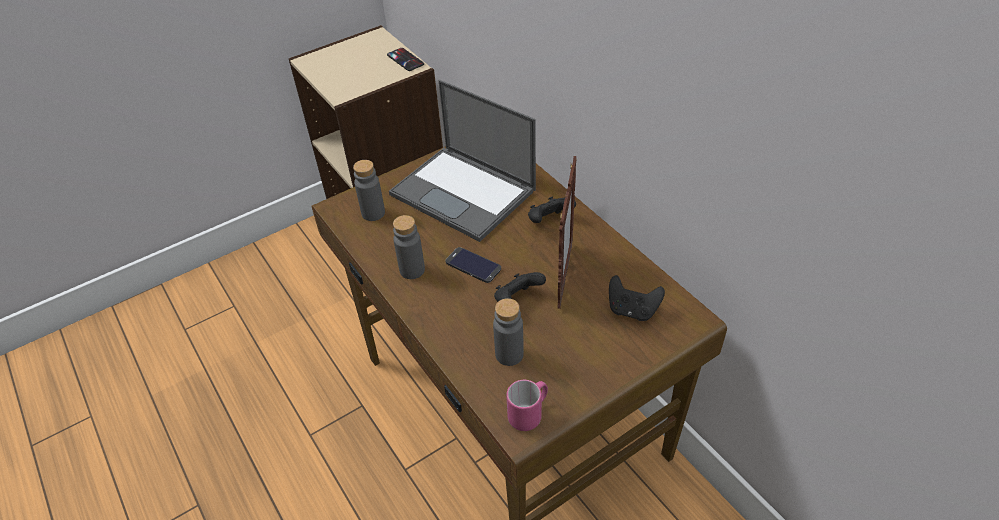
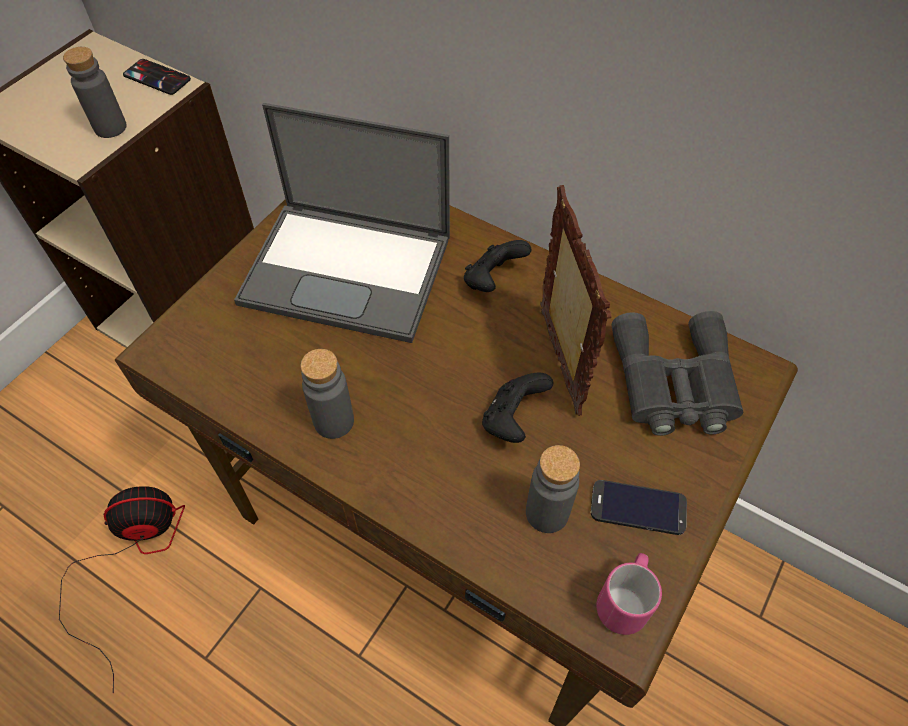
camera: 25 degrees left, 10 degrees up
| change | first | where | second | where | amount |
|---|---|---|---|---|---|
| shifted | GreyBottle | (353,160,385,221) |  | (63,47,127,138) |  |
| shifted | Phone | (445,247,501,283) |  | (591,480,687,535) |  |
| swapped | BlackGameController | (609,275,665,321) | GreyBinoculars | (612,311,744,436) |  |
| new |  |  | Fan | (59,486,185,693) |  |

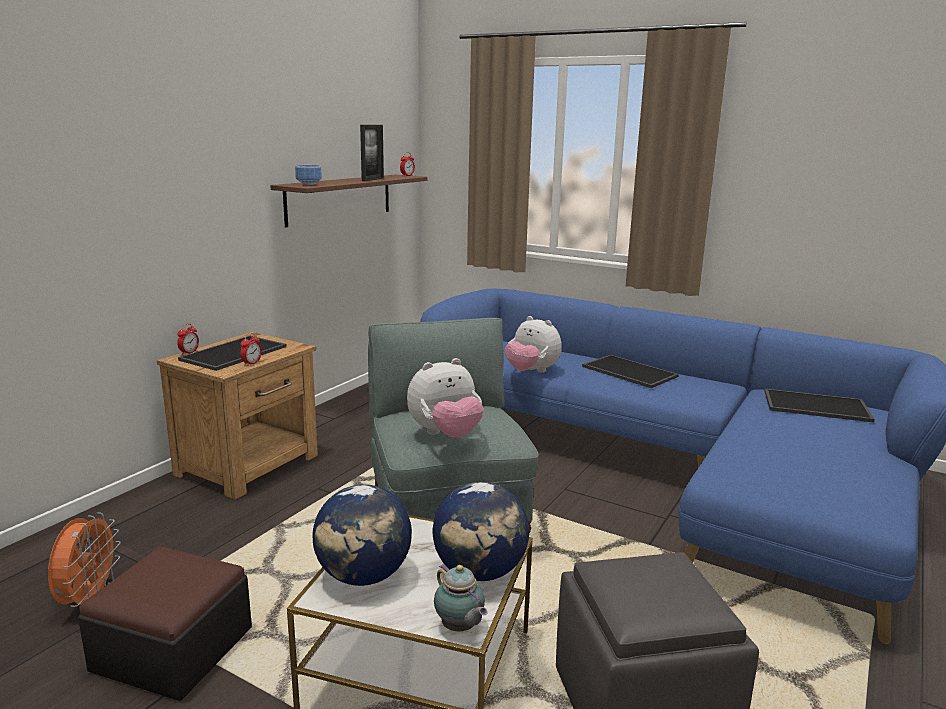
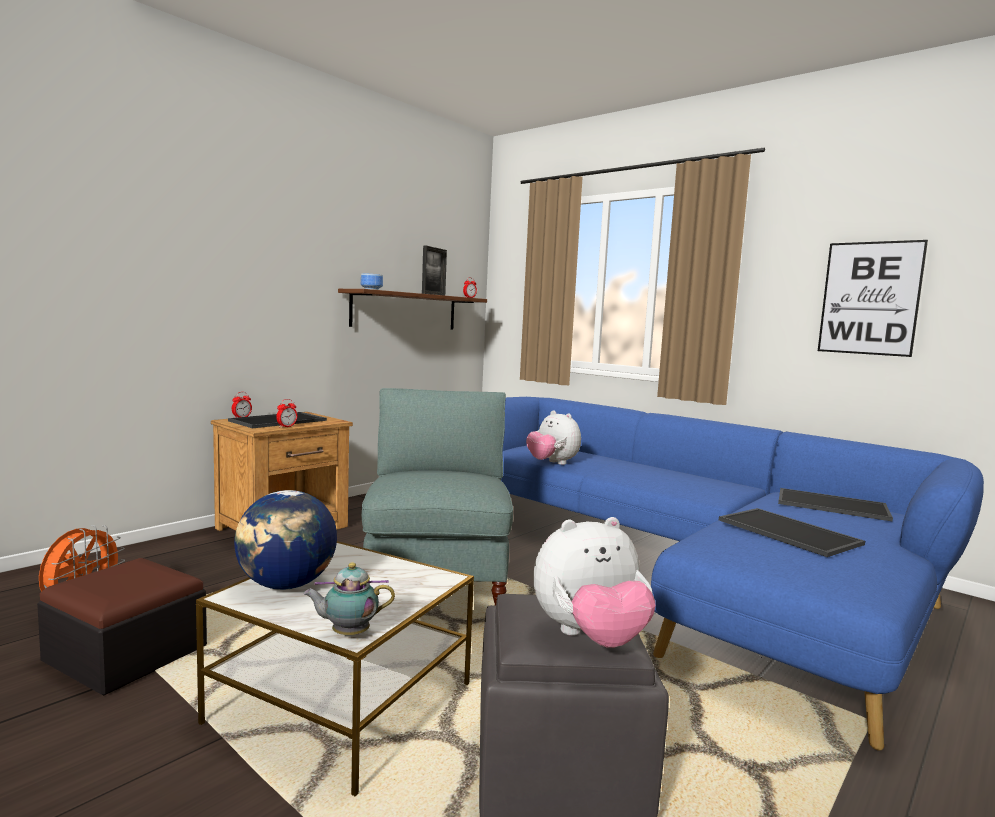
camera: 10 degrees right, 10 degrees down
| change | first | where | second | where | amount |
|---|---|---|---|---|---|
| shifted | PlushToy | (407,358,483,438) |  | (533,517,656,648) |  |
| gone | Globe | (432,482,529,581) |  |  |  |
| rotated | Teapot | (434,565,488,631) |  | (303,562,395,635) | 105 degrees clockwise |
| shifted | Tray | (582,355,679,388) |  | (719,508,865,557) |  |
| new |  |  | Picture | (818,240,928,357) |  |

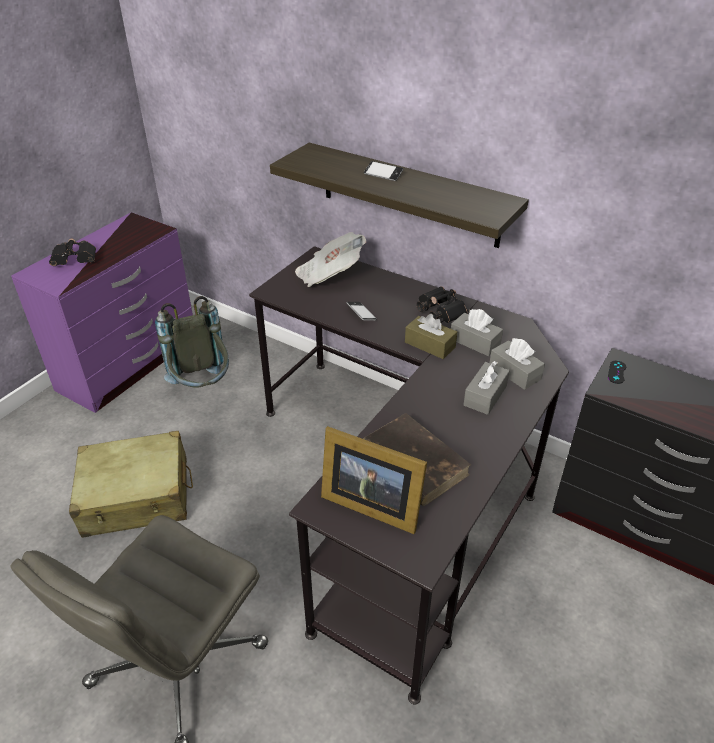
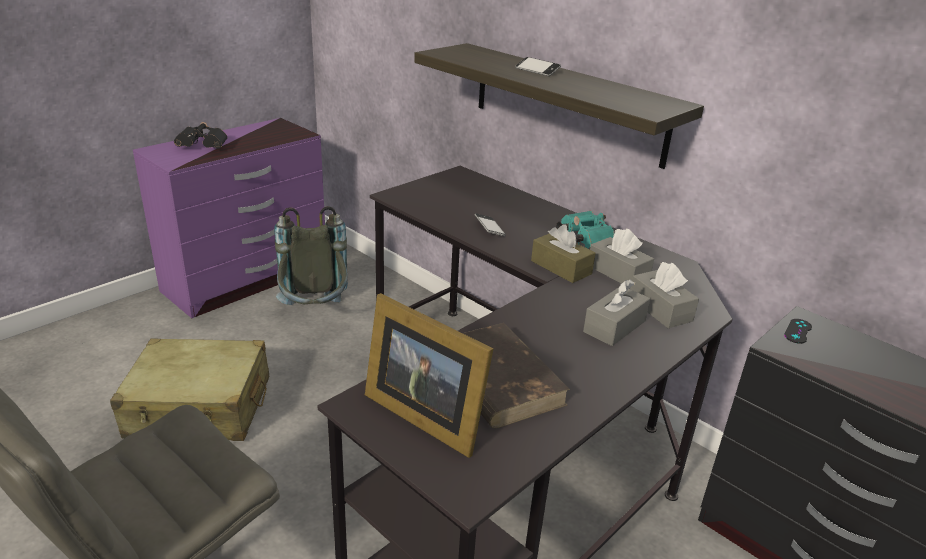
camera: 10 degrees right, 10 degrees down
| change | first | where | second | where | amount |
|---|---|---|---|---|---|
| gone | Newspaper | (295,232,366,287) |  |  |  |
| repainted | BlackBinoculars | (416,286,468,323) | TurquoiseBinoculars | (556,211,614,249) |  |

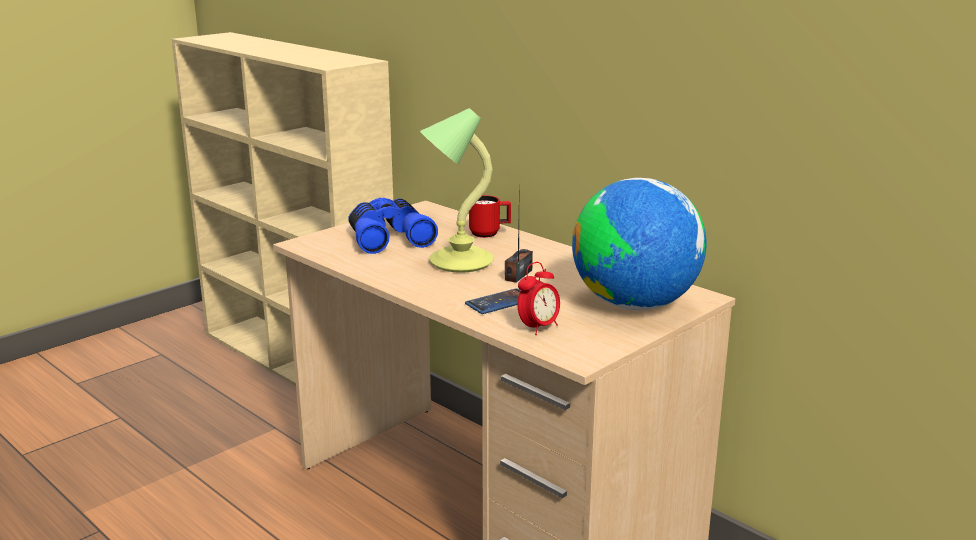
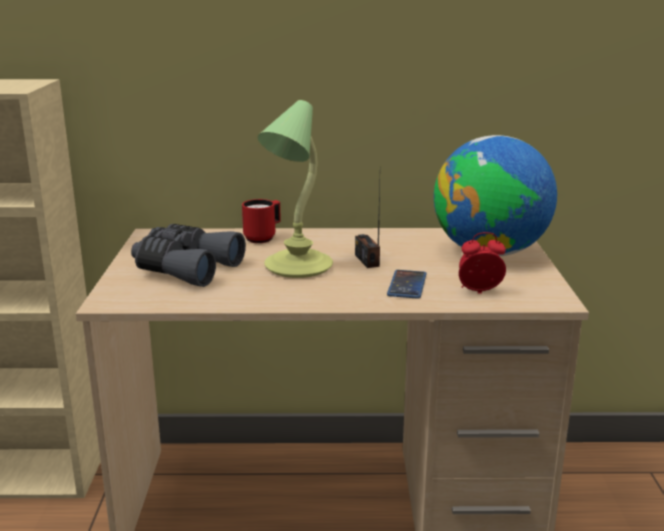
camera: 45 degrees left, 0 degrees up
| change | first | where | second | where | amount |
|---|---|---|---|---|---|
| repainted | BlueBinoculars | (348,198,438,254) | GreyBinoculars | (131,224,246,287) |  |
| rotated | AlarmClock | (518,262,560,335) |  | (459,232,506,294) | 90 degrees counterclockwise |

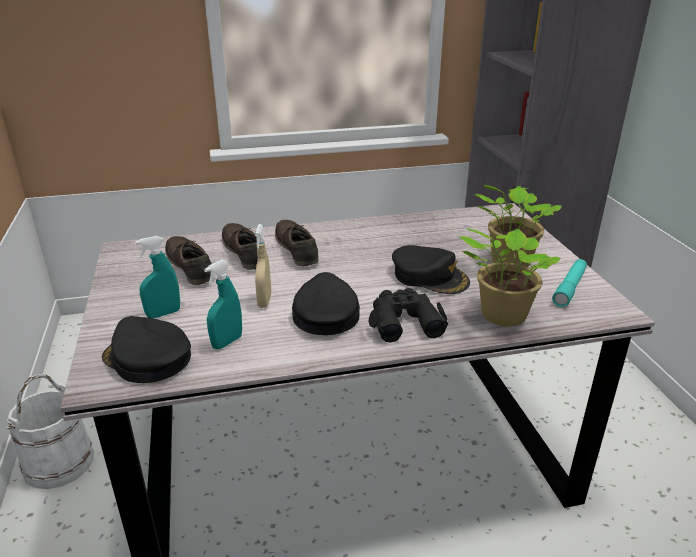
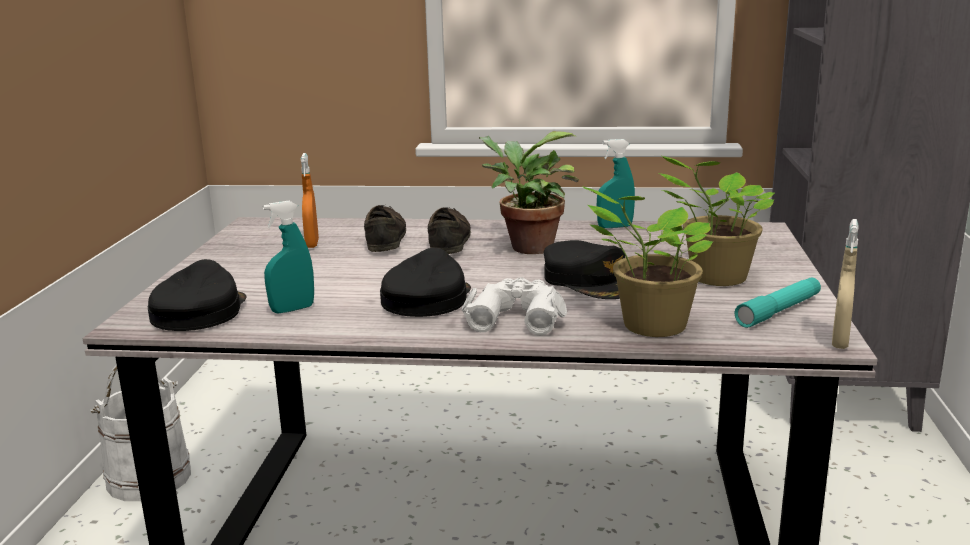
camera: 20 degrees right, 10 degrees down
| change | first | where | second | where | amount |
|---|---|---|---|---|---|
| rotated | BlackCap | (102,316,191,383) |  | (148,259,247,331) | 45 degrees clockwise |
| shifted | TurquoiseSprayBottle | (135,236,180,318) |  | (597,139,635,228) |  |
| swapped | BrownShoe | (165,236,212,285) | OrangeSprayBottle | (301,153,319,248) |  |
| shifted | BeigeSprayBottle | (255,224,271,308) |  | (832,219,858,349) |  |
| repainted | BlackBinoculars | (369,288,448,342) | WhiteBinoculars | (461,277,567,336) |  |
| new |  |  | PottedPlant | (479,131,579,254) |  |

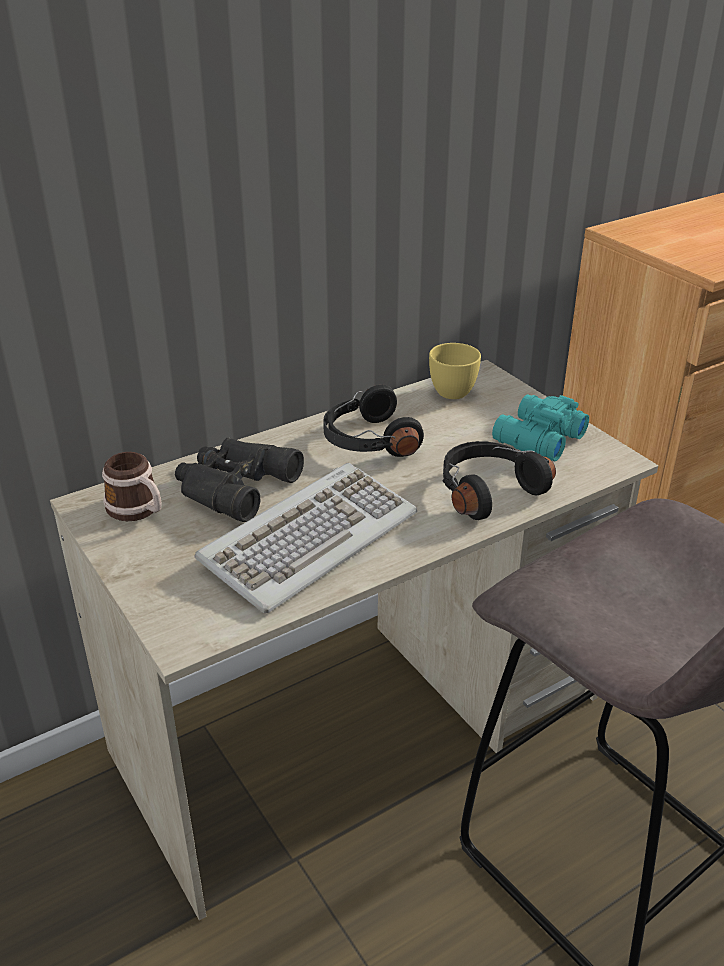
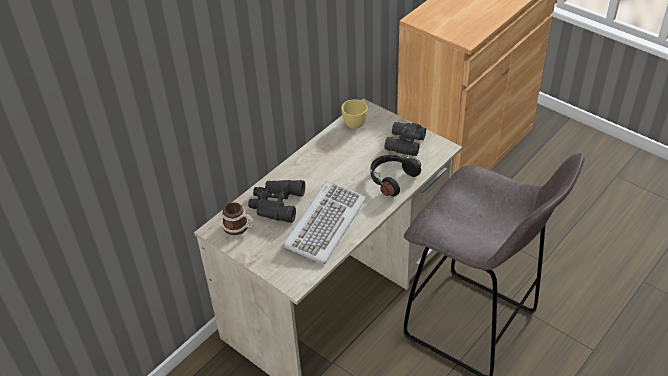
camera: 15 degrees left, 10 degrees up
| change | first | where | second | where | amount |
|---|---|---|---|---|---|
| gone | BlackHeadphones | (323,385,424,457) |  |  |  |
| repainted | TurquoiseBinoculars | (492,394,589,461) | BlackBinoculars | (385,122,426,156) |  |

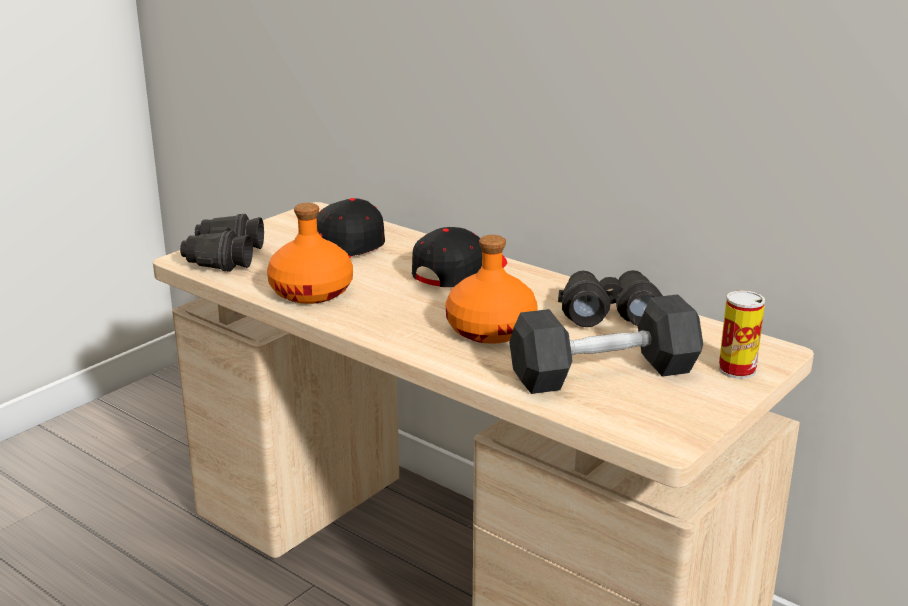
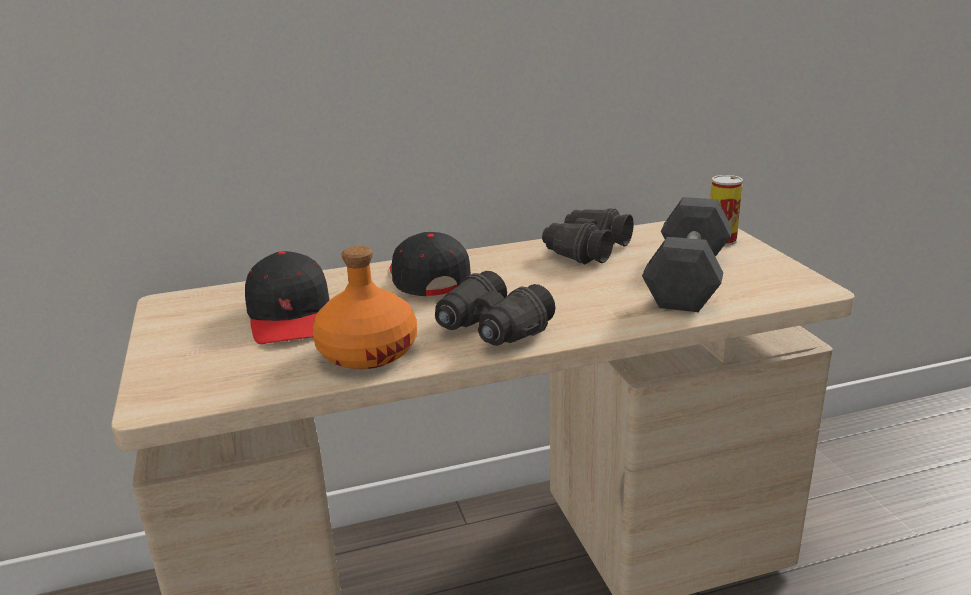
camera: 55 degrees left, 0 degrees up
| change | first | where | second | where | amount |
|---|---|---|---|---|---|
| shifted | BlackBinoculars | (180,214,264,272) |  | (435,271,555,346) |  |
| gone | OrangeBottle | (446,235,538,344) |  |  |  |

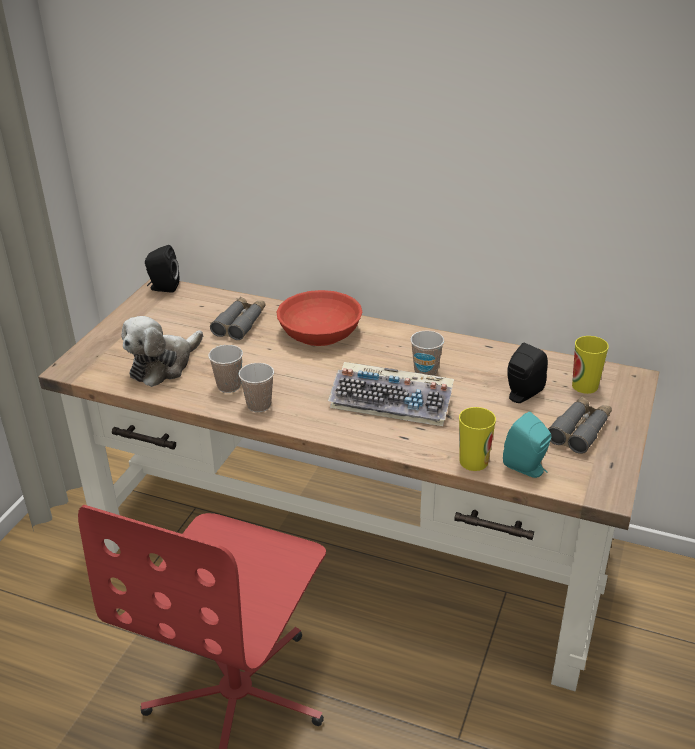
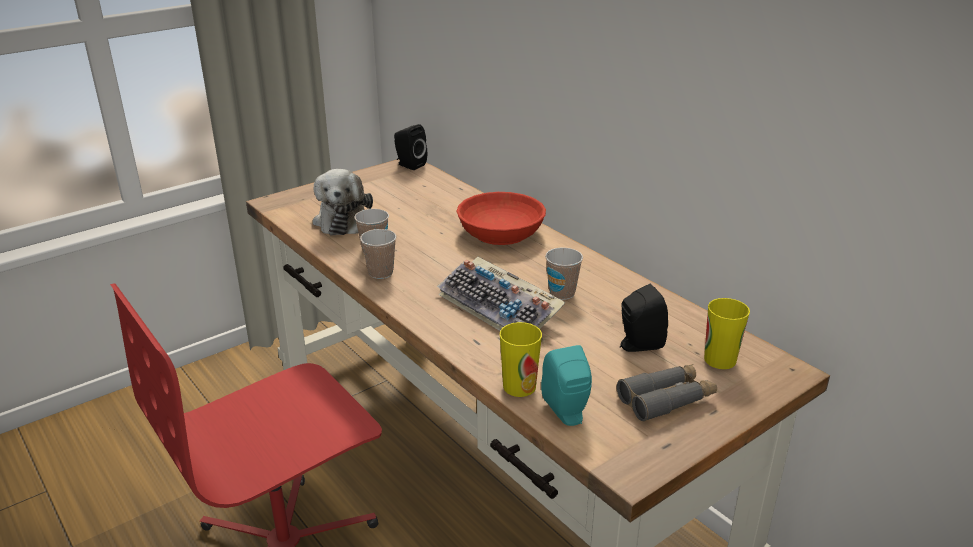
camera: 30 degrees right, 5 degrees down
| change | first | where | second | where | amount |
|---|---|---|---|---|---|
| rotated | PlushToy | (121,316,203,387) |  | (313,169,373,236) | 75 degrees counterclockwise |
| gone | GreyBinoculars | (210,297,266,340) |  |  |  |

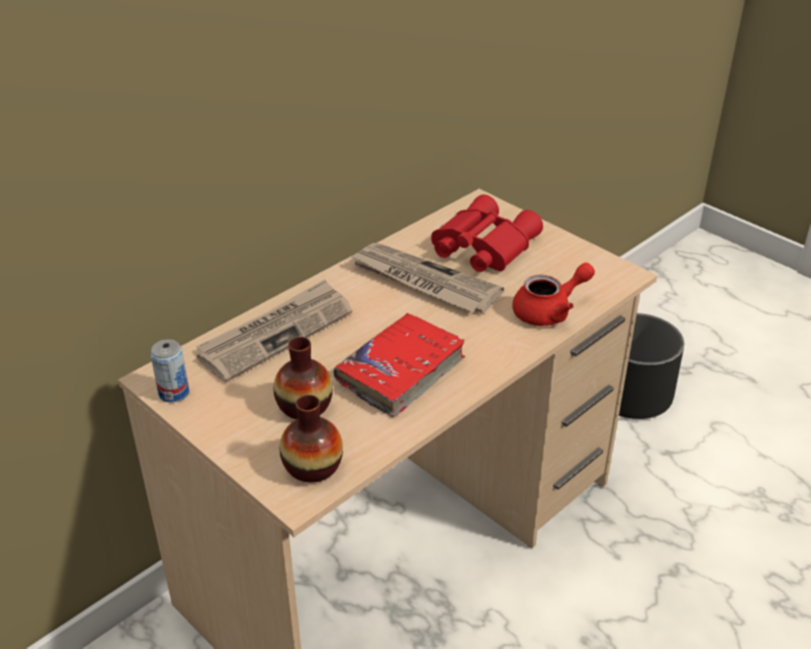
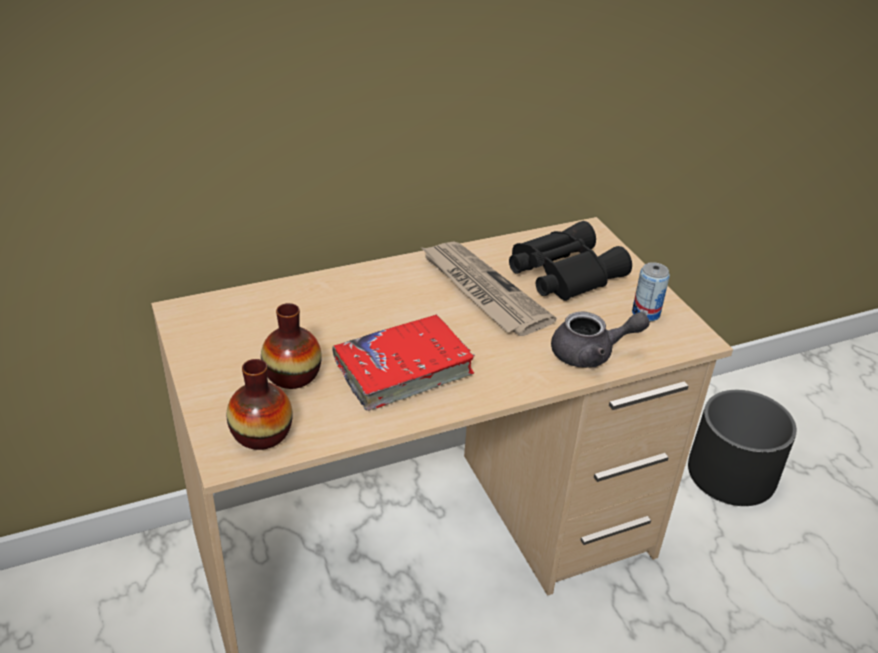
camera: 20 degrees right, 0 degrees up
| change | first | where | second | where | amount |
|---|---|---|---|---|---|
| shifted | Can | (150,339,189,402) |  | (632,262,670,321) |  |
| gone | Newspaper | (196,279,352,383) |  |  |  |
| repainted | RedBinoculars | (431,194,543,272) | BlackBinoculars | (509,221,632,301) |  |
| repainted | RedTeapot | (512,263,595,326) | GreyTeapot | (551,311,650,368) |  |

